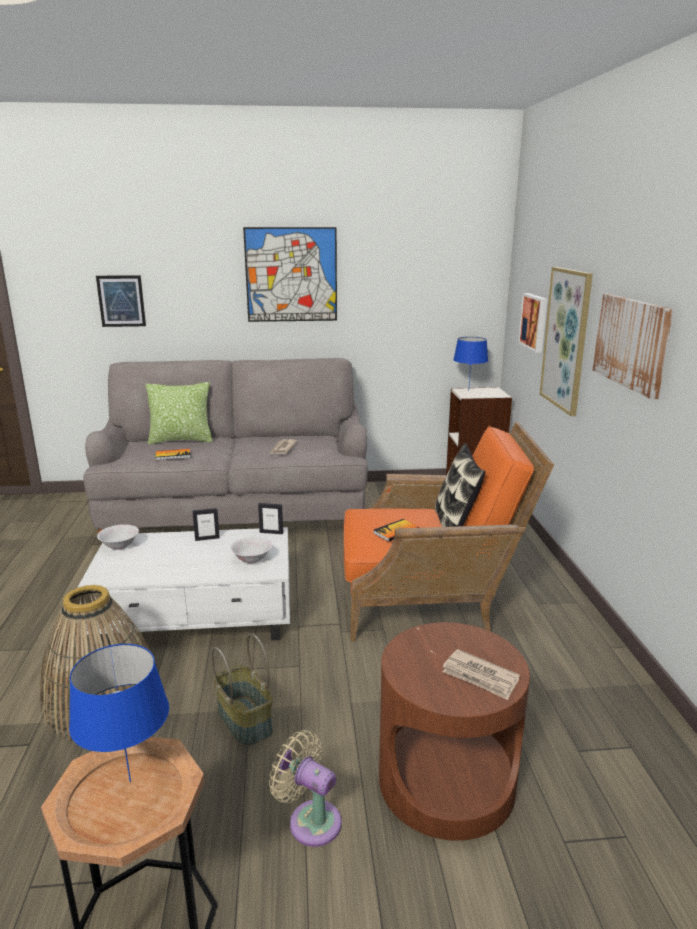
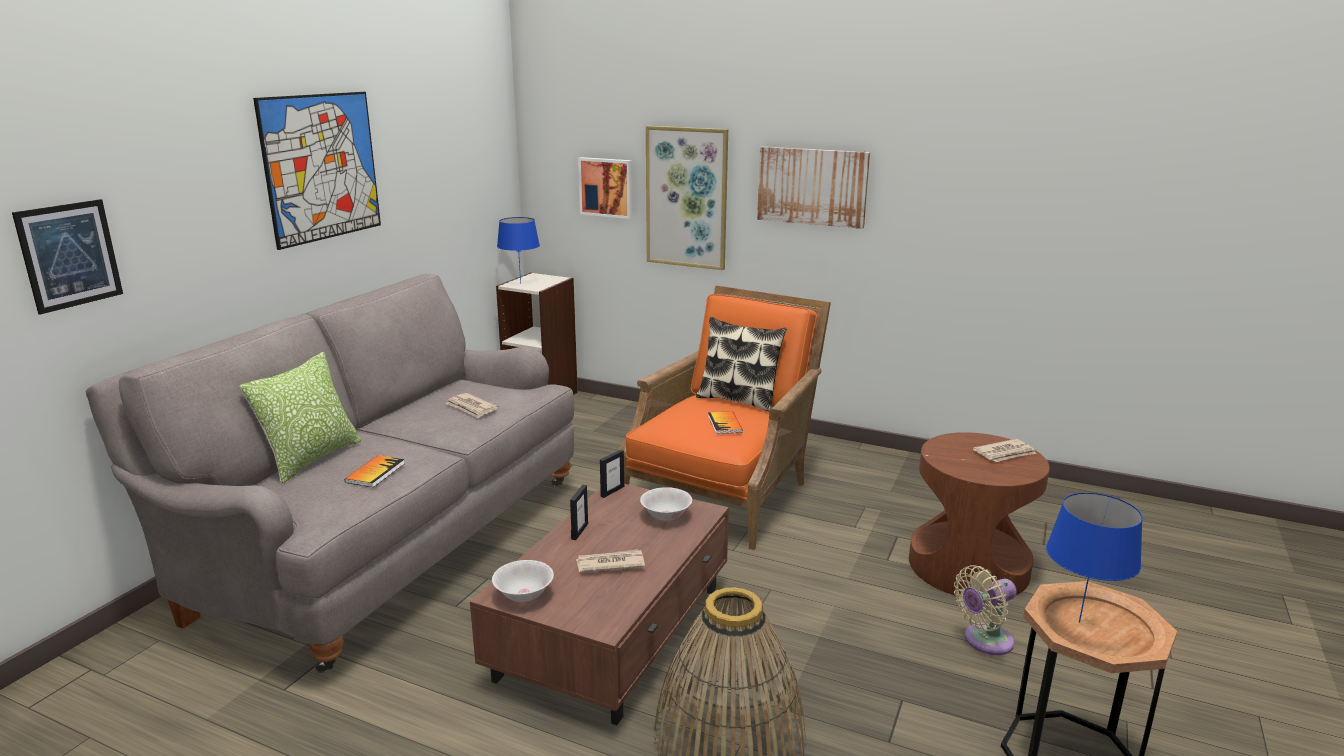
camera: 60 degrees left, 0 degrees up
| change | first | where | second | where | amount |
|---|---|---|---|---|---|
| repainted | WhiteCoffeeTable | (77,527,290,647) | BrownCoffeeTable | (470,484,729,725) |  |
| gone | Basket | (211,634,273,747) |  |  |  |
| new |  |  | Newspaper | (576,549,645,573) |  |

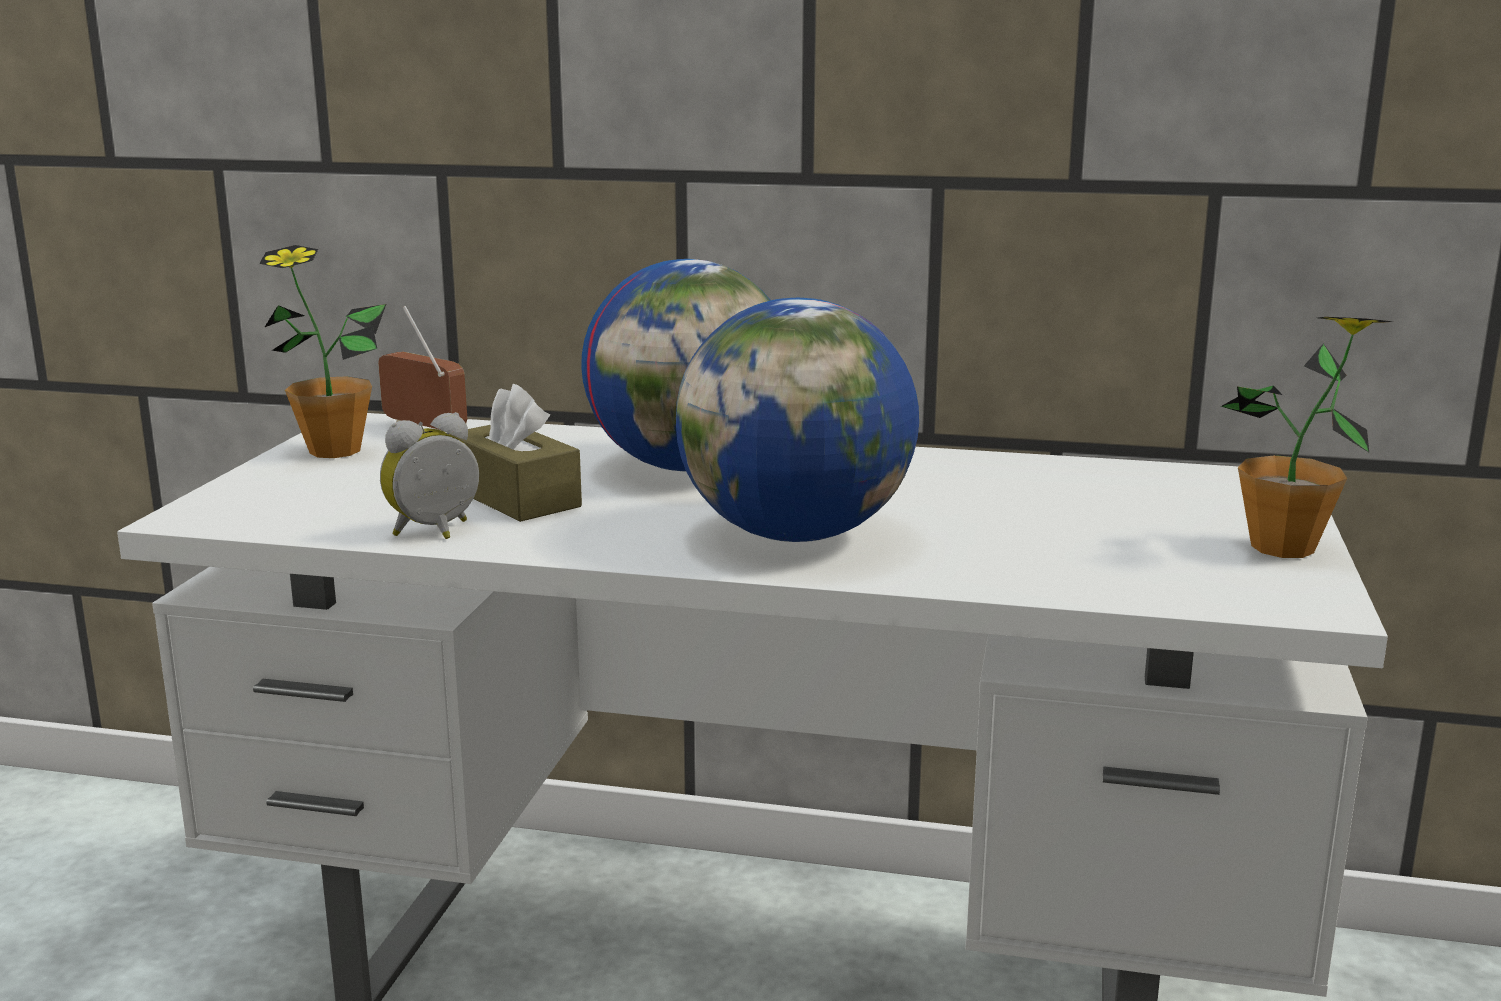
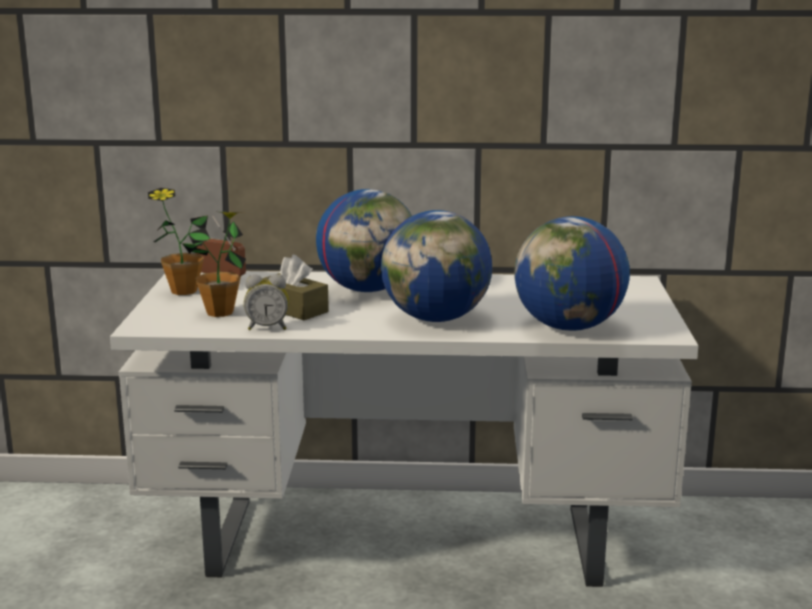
camera: 10 degrees left, 0 degrees up
| change | first | where | second | where | amount |
|---|---|---|---|---|---|
| rotated | AlarmClock | (380,412,479,539) |  | (244,274,289,330) | 135 degrees counterclockwise |
| shifted | PottedPlant | (1221,317,1394,558) |  | (182,212,246,317) |  |
| new |  |  | Globe | (514,216,630,331) |  |

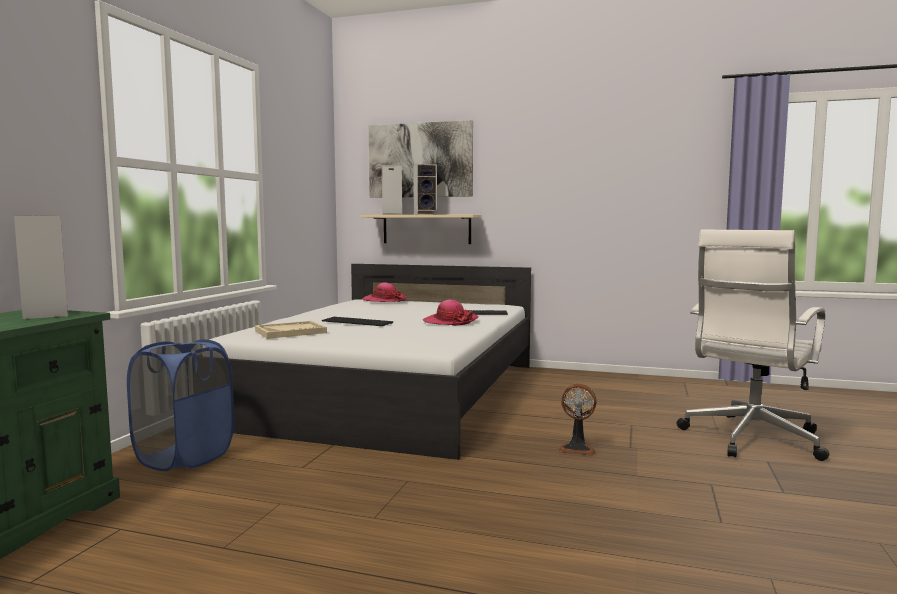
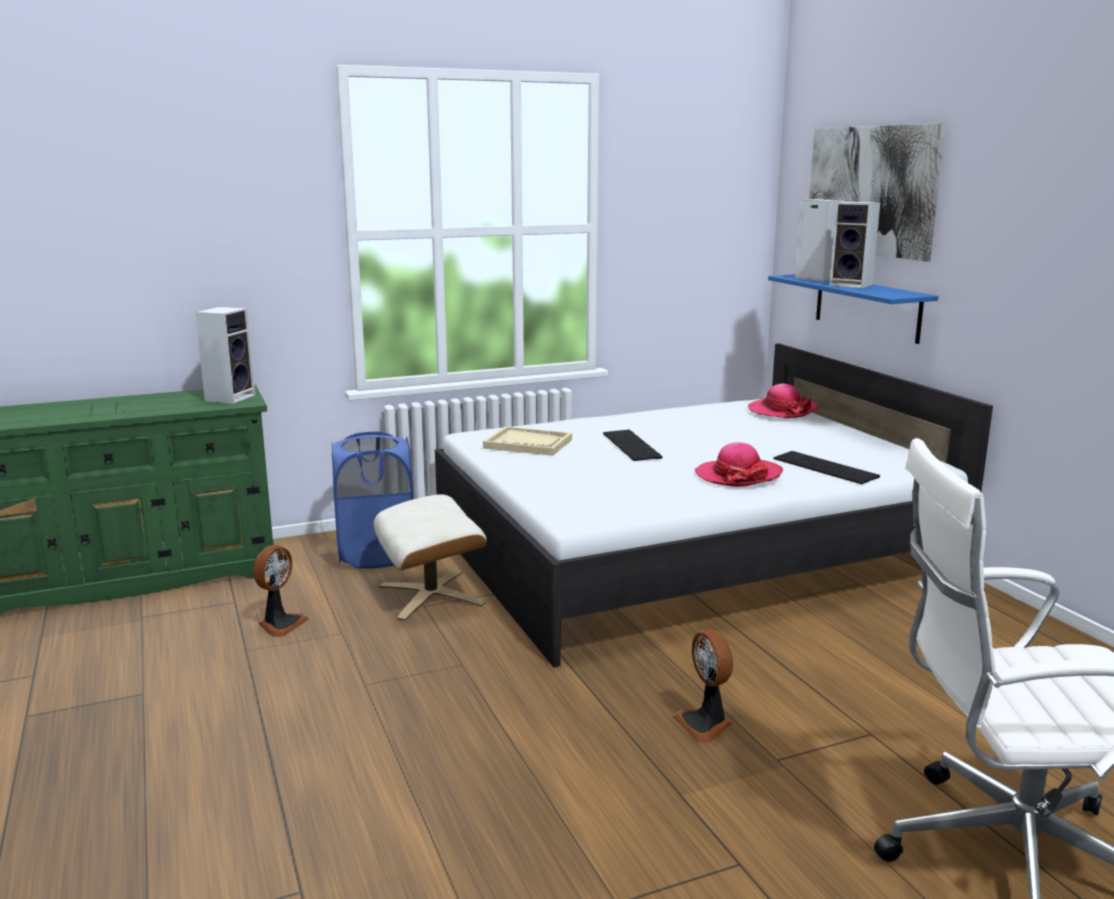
camera: 50 degrees right, 10 degrees up
| change | first | where | second | where | amount |
|---|---|---|---|---|---|
| repainted | BeigeShelf | (361,215,482,244) | BlueShelf | (768,274,939,344) |  |
| new |  |  | Fan | (253,545,309,637) |  |
| new |  |  | BeigeOttoman | (374,494,487,621) |  |

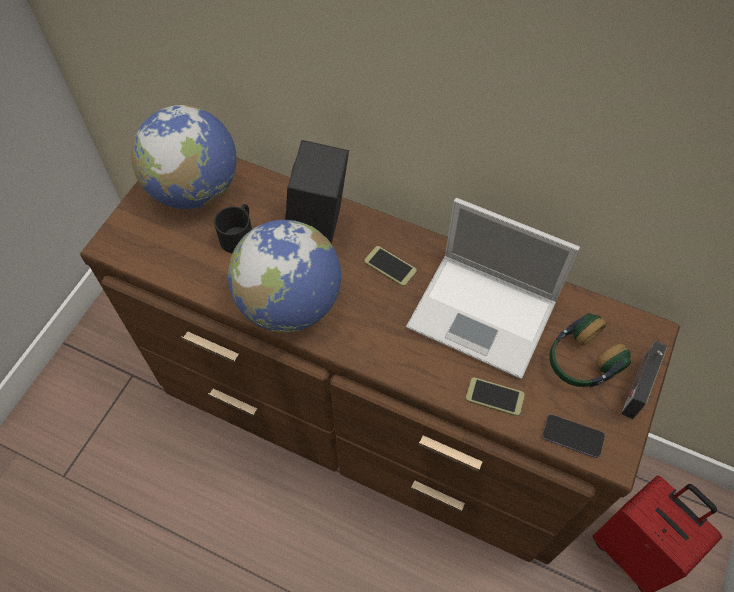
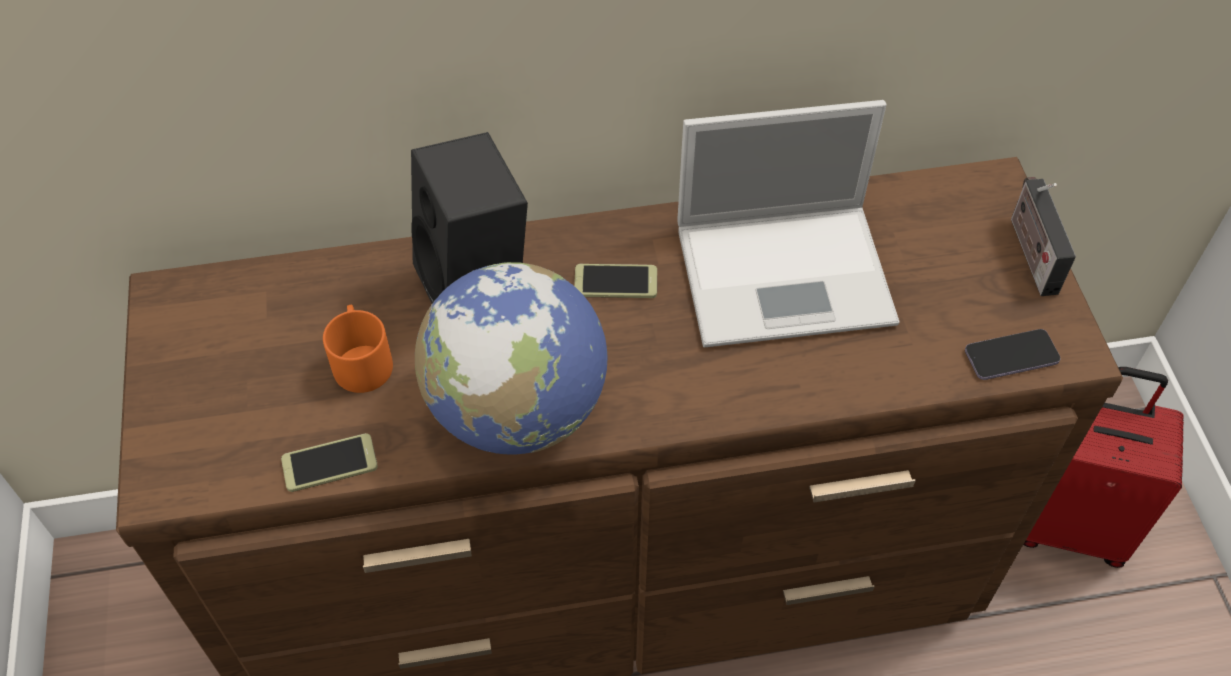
camera: 35 degrees left, 5 degrees down
| change | first | where | second | where | amount |
|---|---|---|---|---|---|
| gone | Globe | (131,105,236,209) |  |  |  |
| repainted | BlackMug | (214,204,252,253) | OrangeMug | (323,304,393,393) |  |
| shifted | Phone | (466,377,525,416) |  | (281,433,378,492) |  |
| gone | Headphones | (549,313,631,387) |  |  |  |

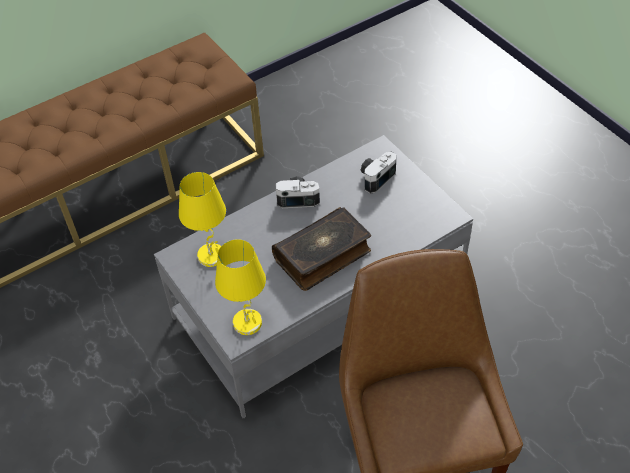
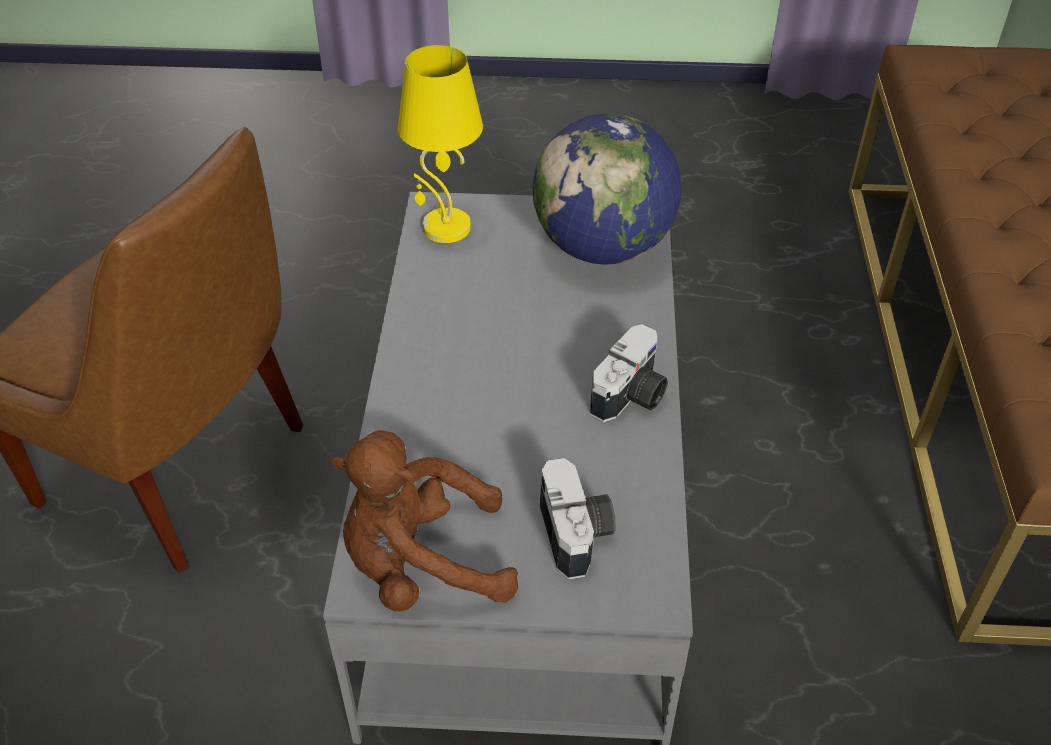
camera: 125 degrees right, 5 degrees down
| change | first | where | second | where | amount |
|---|---|---|---|---|---|
| swapped | YellowTableLamp | (179,172,226,267) | Globe | (533,113,682,265) |  |
| gone | Book | (272,207,371,291) |  |  |  |
| new |  |  | BrownPlushToy | (331,430,518,611) |  |

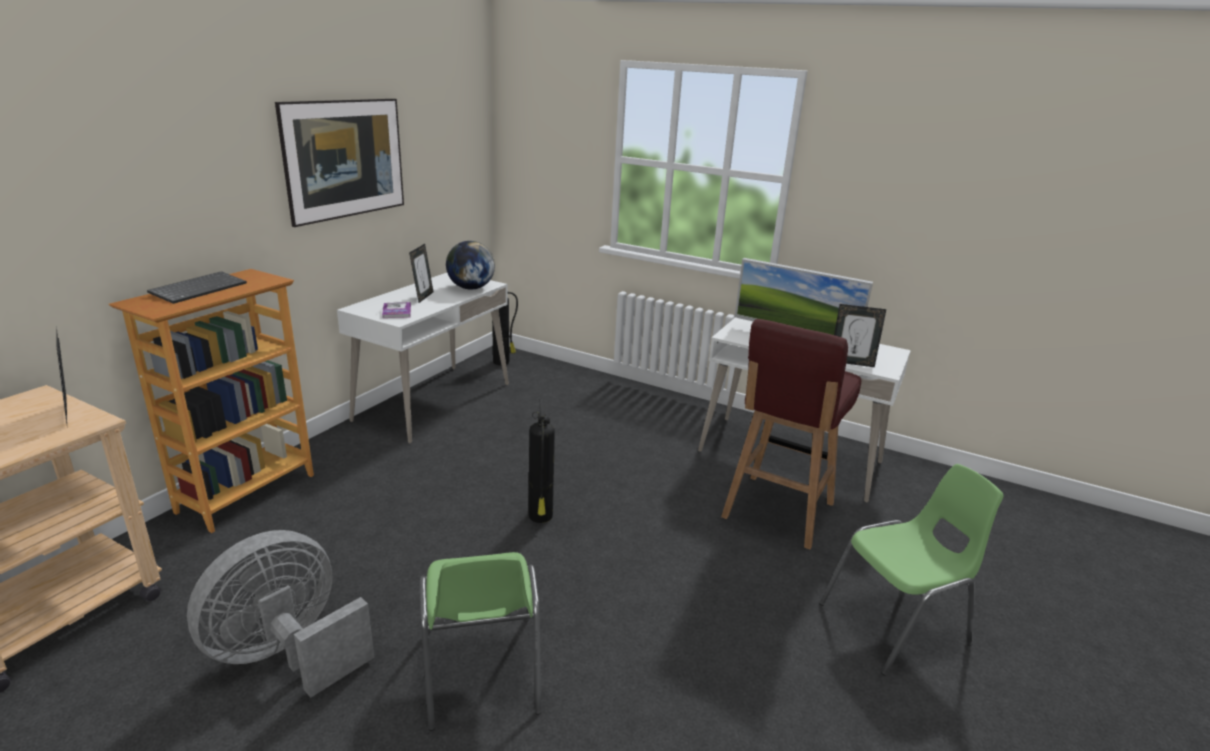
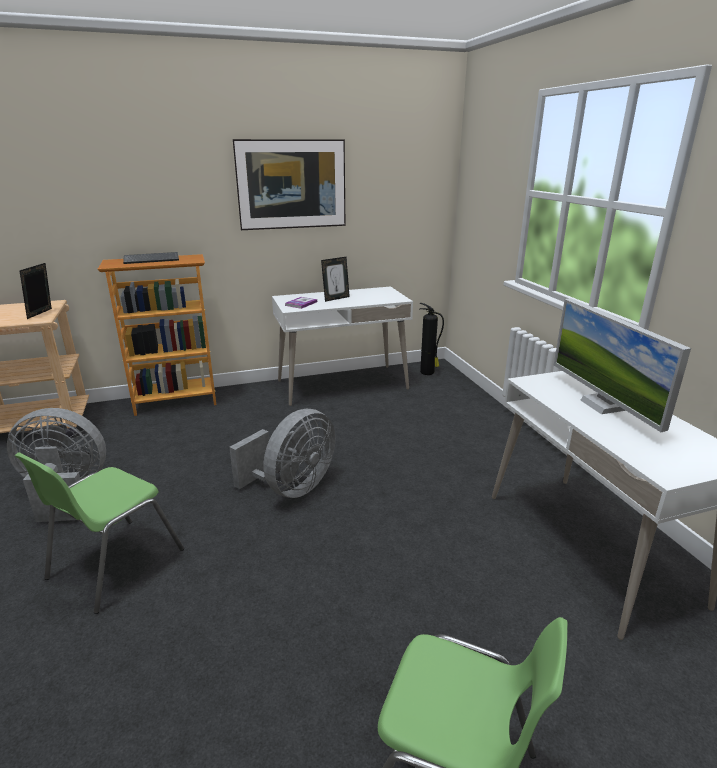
camera: 45 degrees right, 0 degrees up
| change | first | where | second | where | amount |
|---|---|---|---|---|---|
| gone | Globe | (446,241,495,290) |  |  |  |
| swapped | FireExtinguisher | (529,399,555,523) | GreyFan | (229,409,335,498) |  |
| gone | RedStool | (721,319,861,550) |  |  |  |
| gone | PictureFrame | (834,304,886,367) |  |  |  |

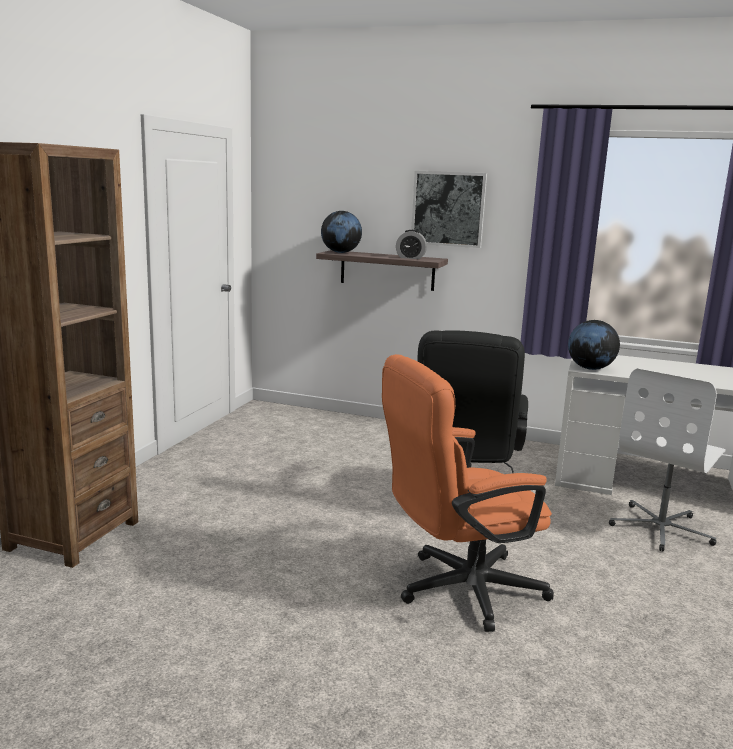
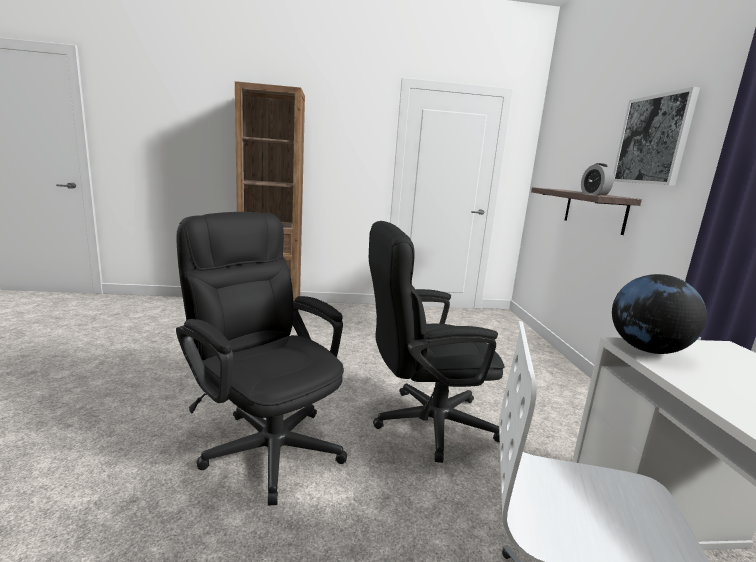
camera: 65 degrees right, 0 degrees up
| change | first | where | second | where | amount |
|---|---|---|---|---|---|
| gone | Globe | (321,211,362,253) |  |  |  |
| repainted | OrangeOfficeChair | (382,354,554,632) | BlackOfficeChair | (176,212,347,505) |  |

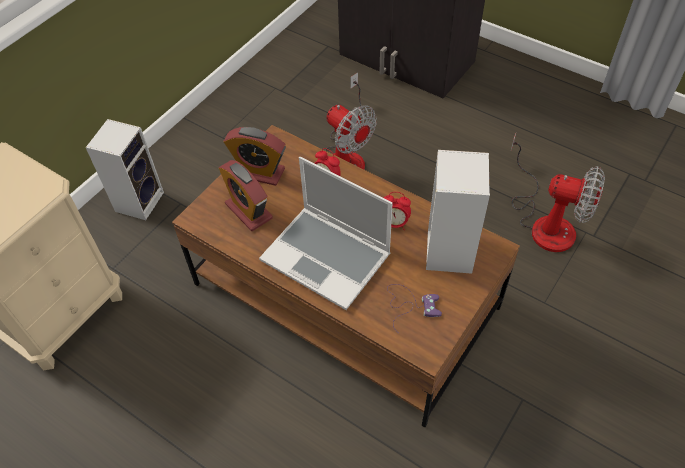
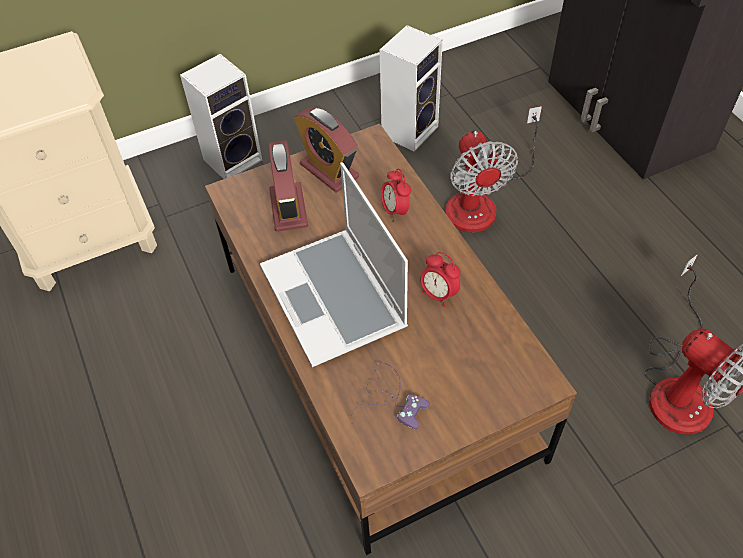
camera: 30 degrees right, 0 degrees up
| change | first | where | second | where | amount |
|---|---|---|---|---|---|
| shifted | Speaker | (426,150,490,274) |  | (380,25,443,152) |  |

